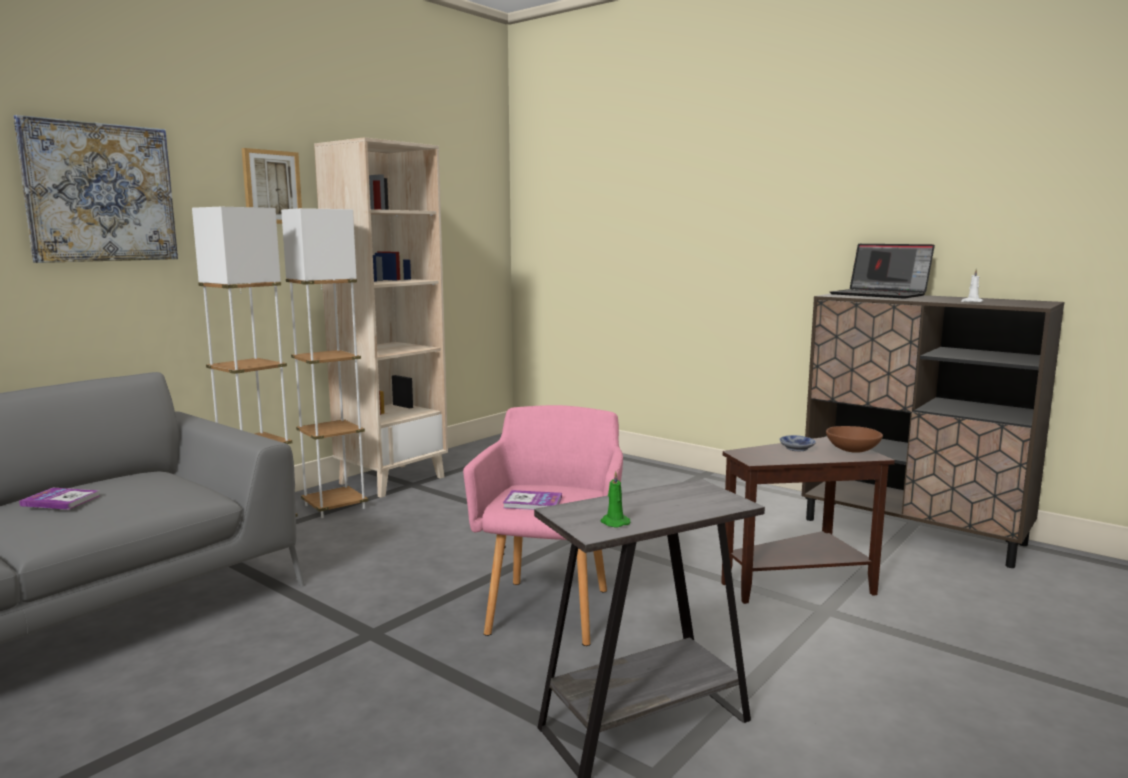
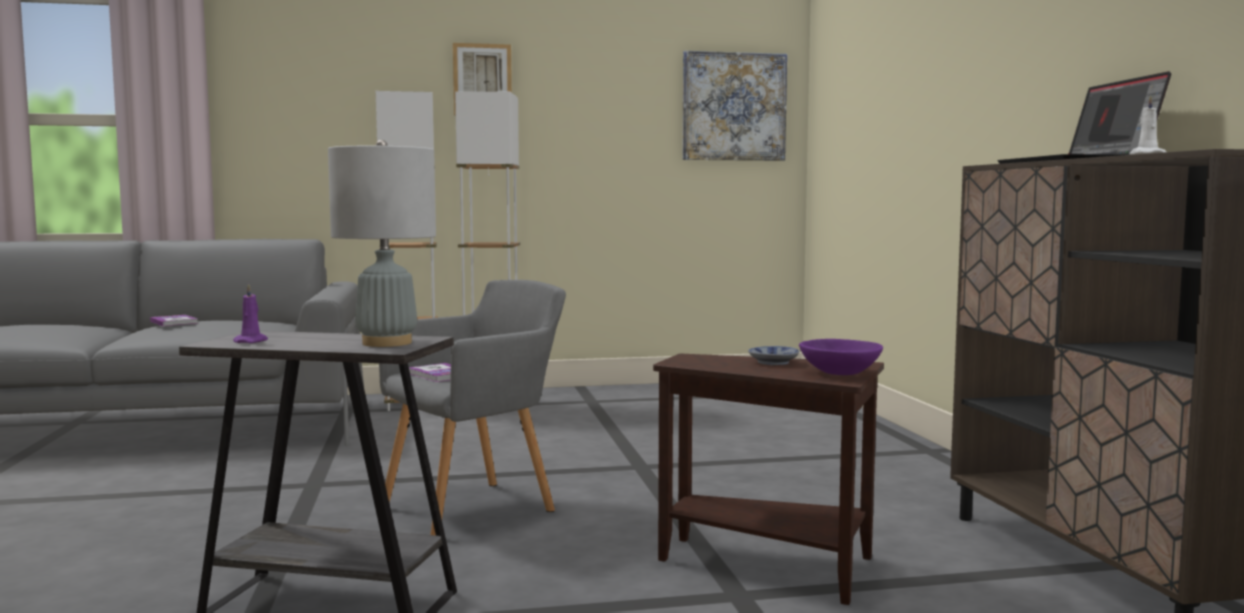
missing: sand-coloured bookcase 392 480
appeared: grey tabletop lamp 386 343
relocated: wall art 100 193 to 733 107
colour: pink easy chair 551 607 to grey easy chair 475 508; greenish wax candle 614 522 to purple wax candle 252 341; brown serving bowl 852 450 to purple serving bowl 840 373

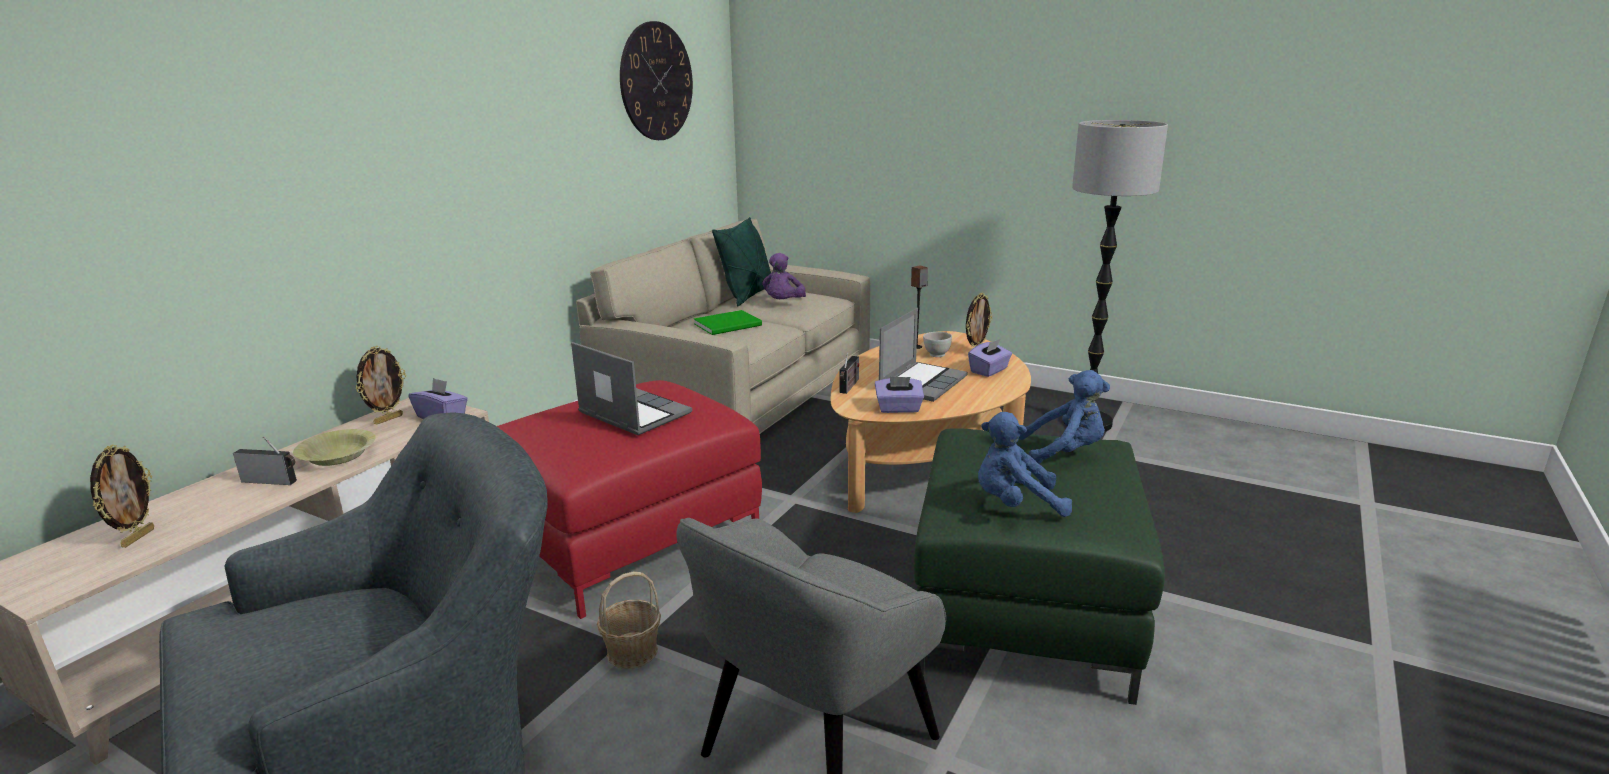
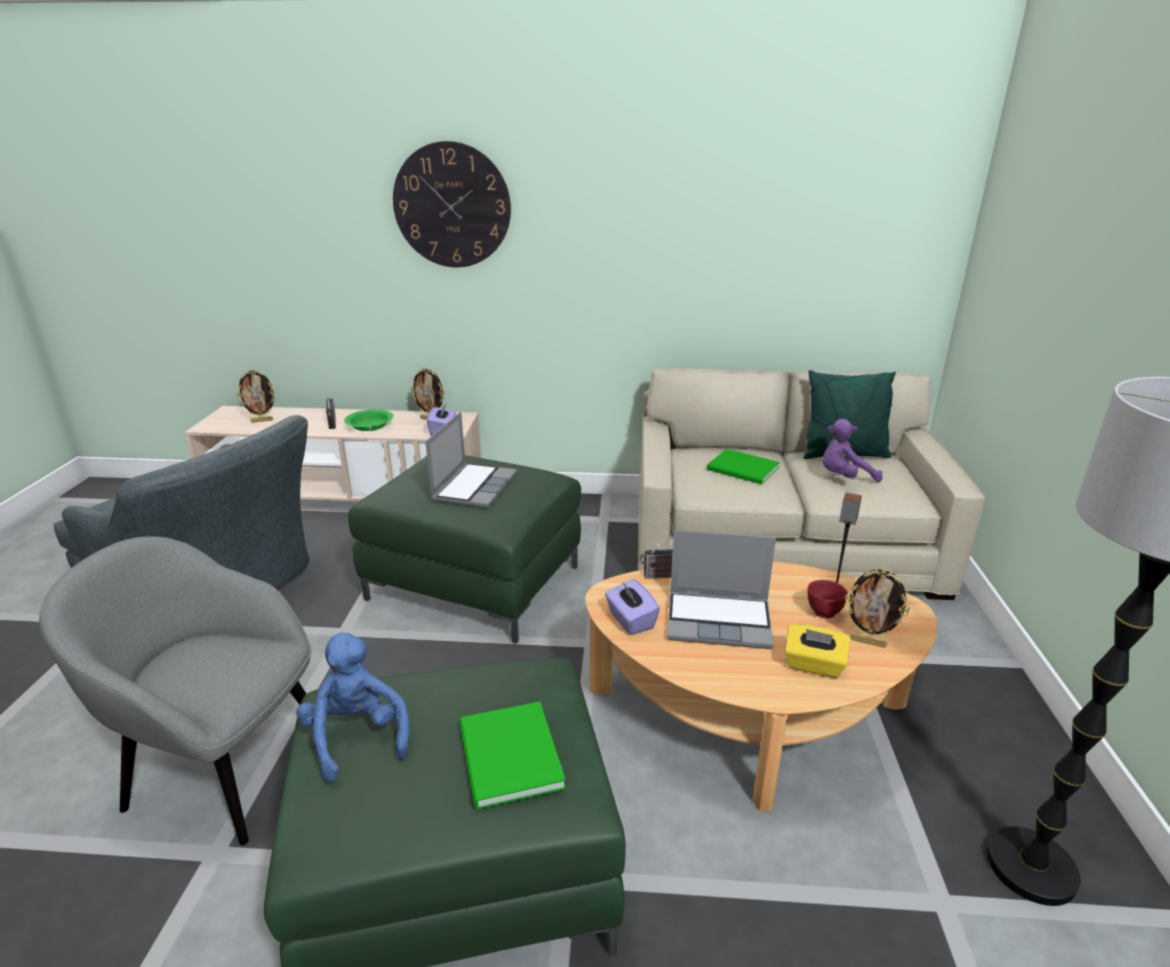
missing: household basket 632 652
relocated: hanging clock 656 82 to 452 206
exchanged: bluish plush toy 1064 453 to greenish book 508 759
colour: yellow-coloured serving bowl 338 457 to greenish serving bowl 370 426; red-coloured footrest 631 540 to greenish footrest 474 583; white-coloured serving bowl 936 355 to red-coloured serving bowl 823 612; purple tissue holder 989 370 to yellow-coloured tissue holder 813 665

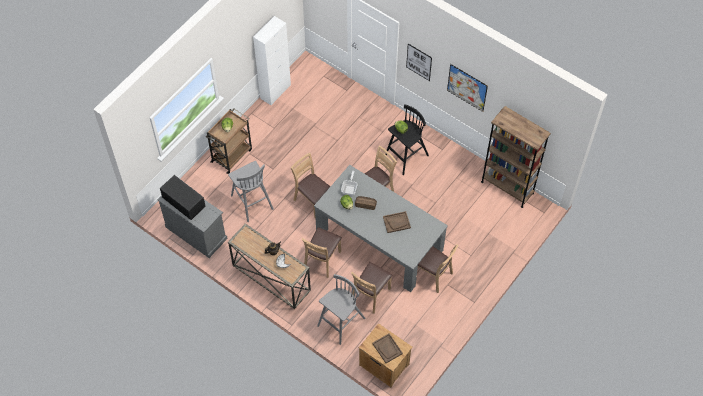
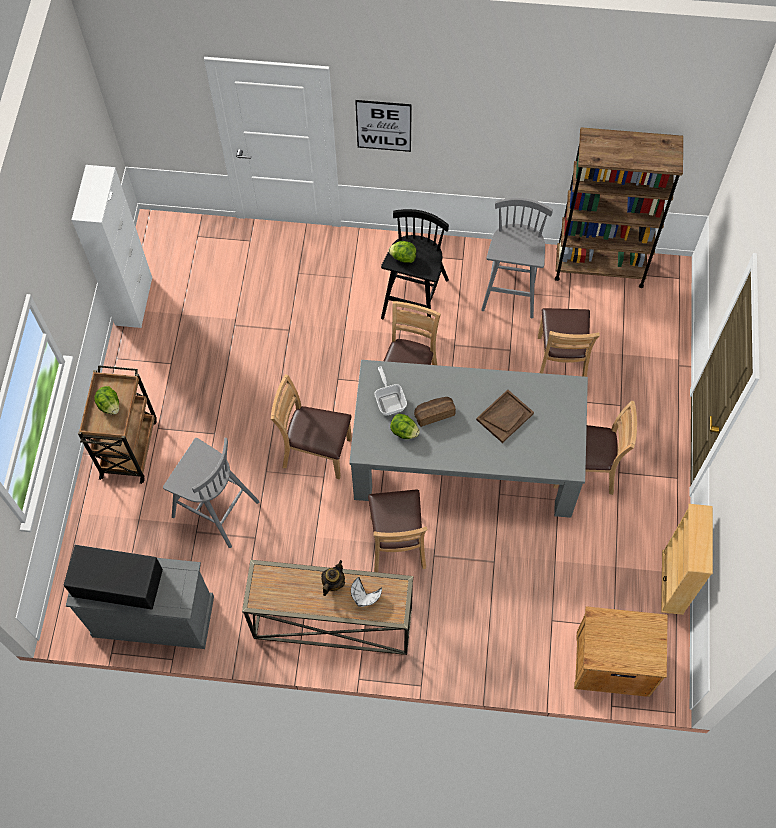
missing: brown carrying tray 387 348; wall art 467 87
appeared: sand-coloured bookcase 672 582
relocated: grey stool 340 323 to 511 289; brown chair 370 295 to 560 362

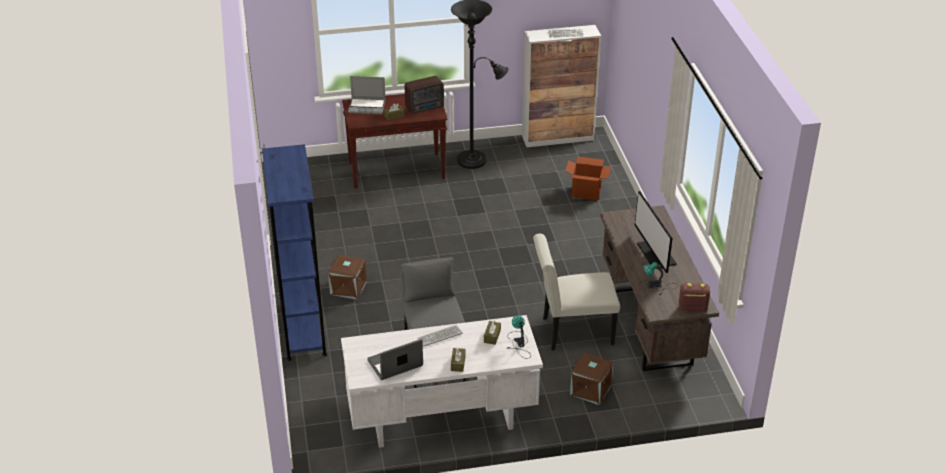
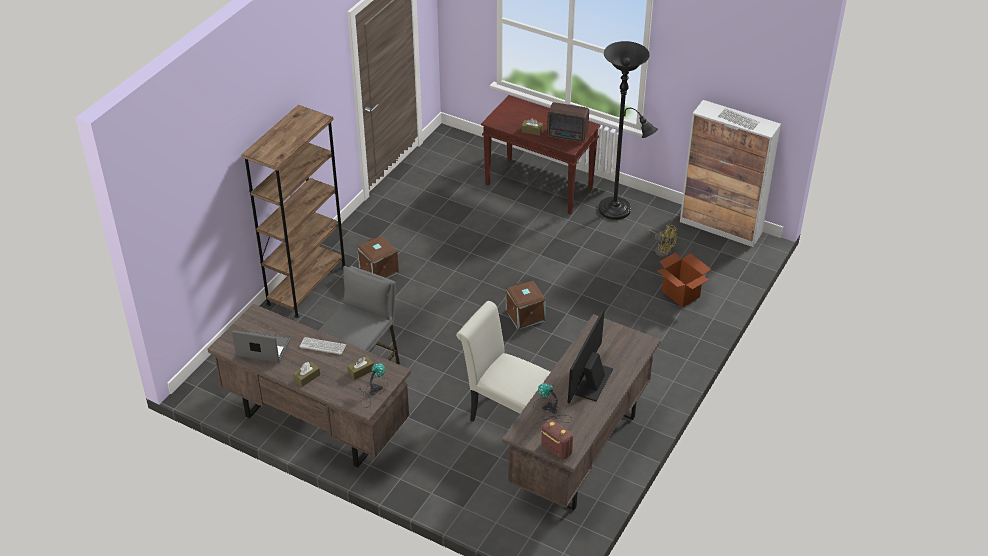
missing: portable computer 367 106
appeared: yellow-coloured fan 662 249
relocated: brown storage bin 591 389 to 526 315
colour: bluish bookcase 303 329 to brown bookcase 306 285; white-coloured desk unit 441 419 to brown desk unit 315 423

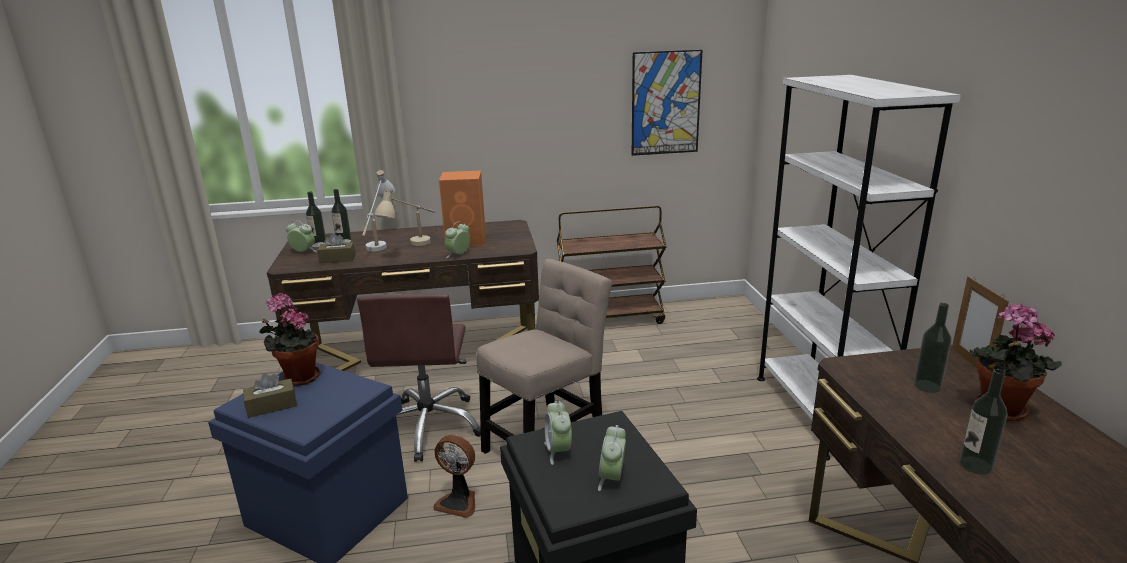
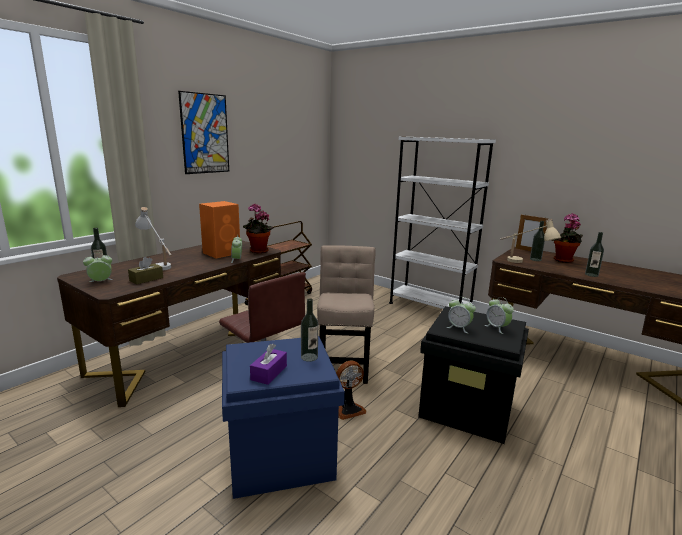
relocated: houseplant 298 377 to 257 251; bottle 344 241 to 309 357; sand-coloured tabletop lamp 412 247 to 523 263; wall art 665 103 to 205 134
colour: brown tissue holder 272 406 to purple tissue holder 269 373

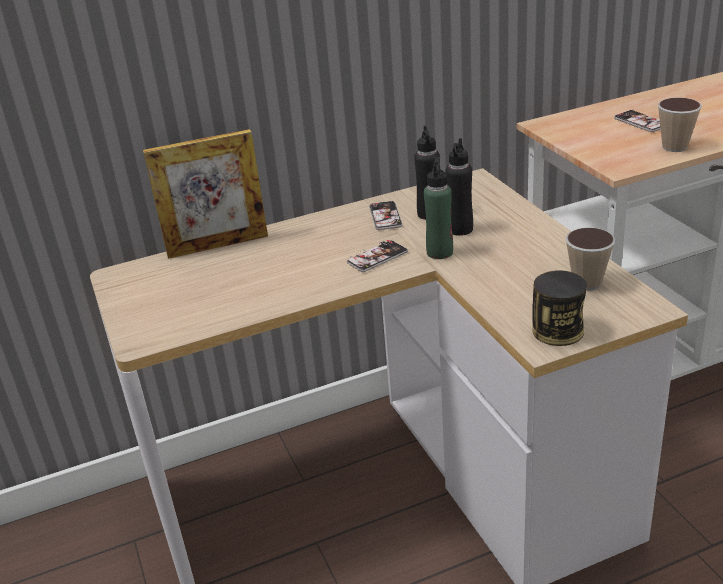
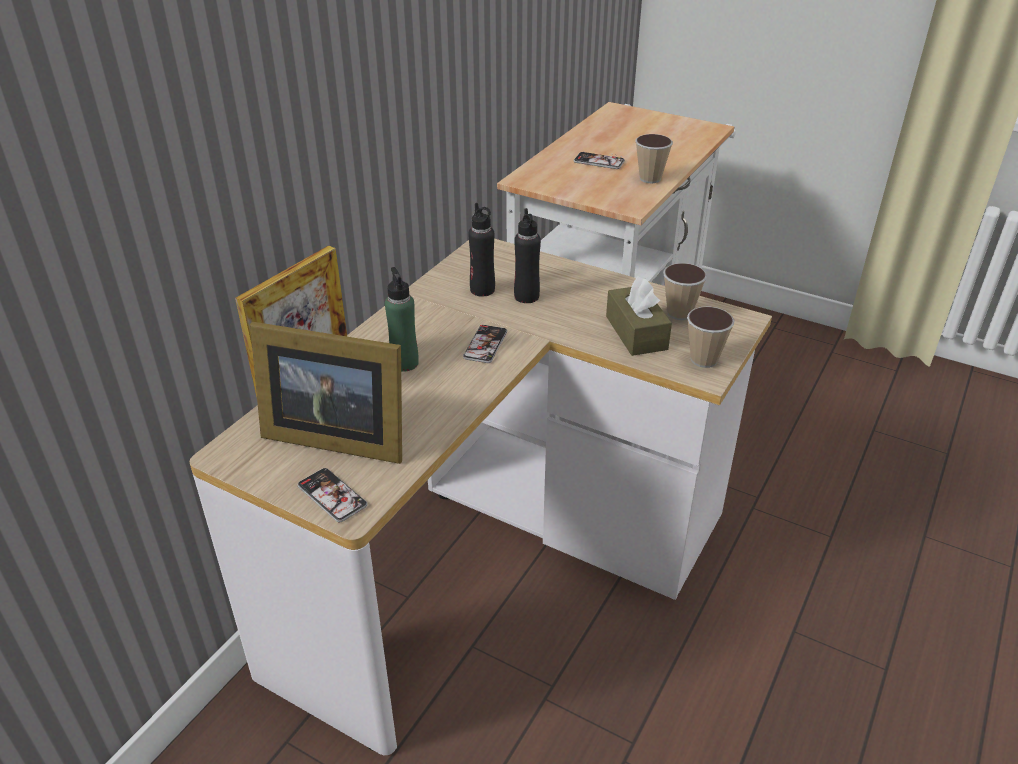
appeared: picture frame 333 436; brown tissue holder 636 333
relocated: handset 385 216 to 332 496; greenish bottle 440 252 to 404 363
exchanged: metal can 557 331 to drinking cup 704 360

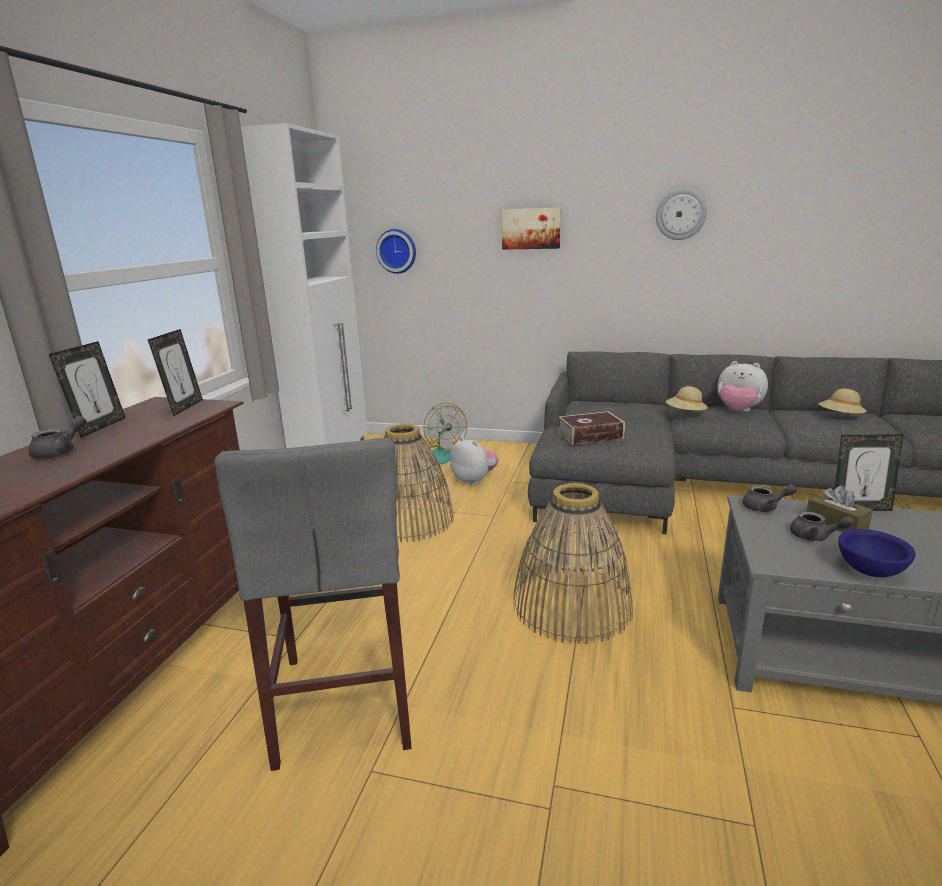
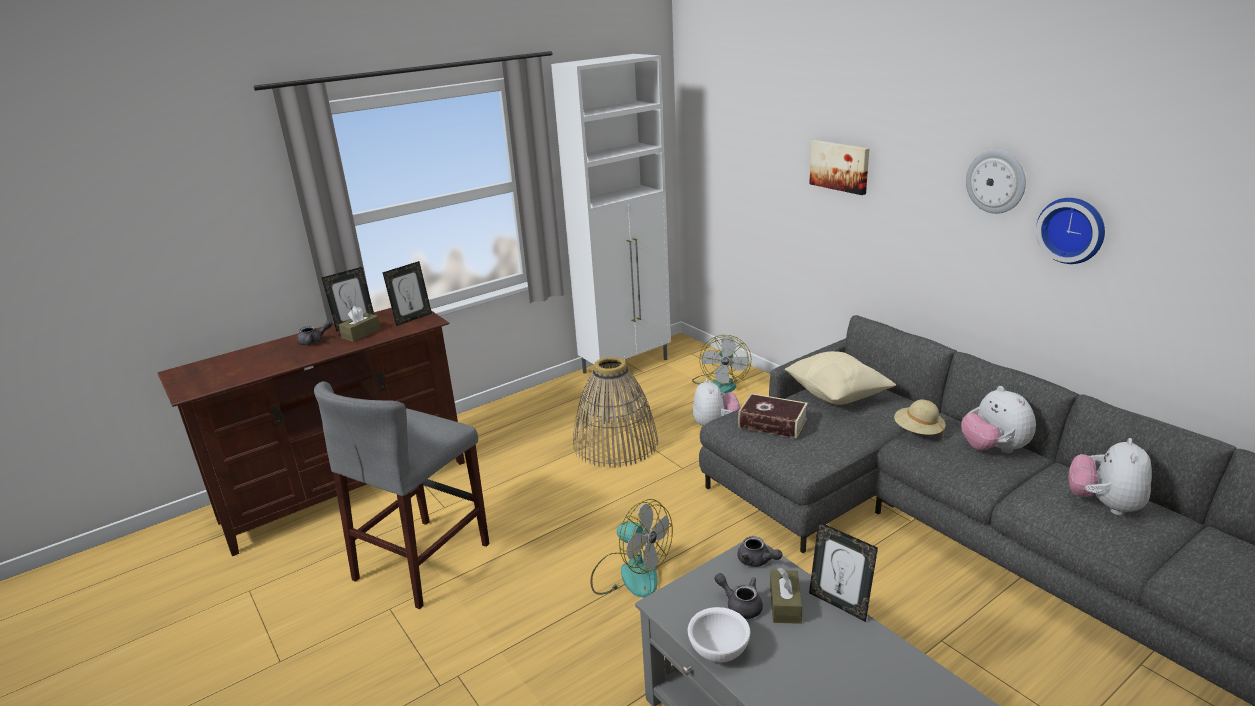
appeared: brown tissue holder 361 333; sand-coloured pillow 836 395
relocated: hanging clock 397 251 to 1072 229
exchanged: household basket 572 605 to fan 630 573; sand-coloured hat 840 417 to plush toy 1104 505
colour: bluish serving bowl 868 571 to white-coloured serving bowl 718 650
spun: grey teapot 815 537 = 740 605 150 degrees clockwise

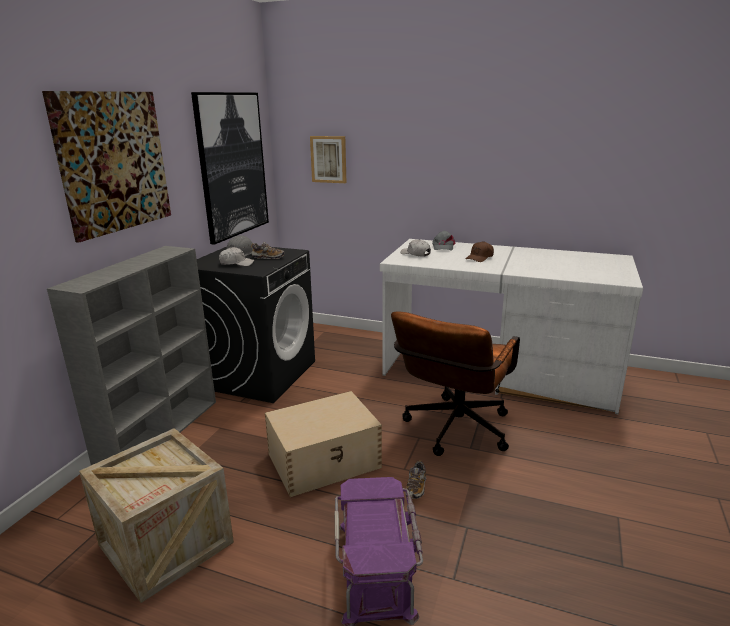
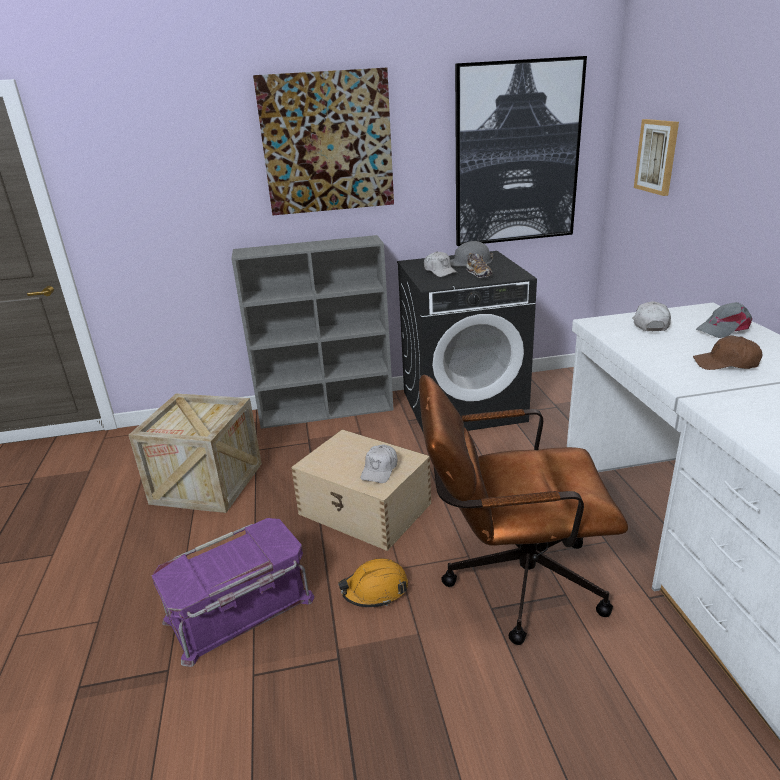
appeared: white-coloured peaked cap 379 470
exchanged: item of footwear 416 487 to orange safety helmet 375 590

